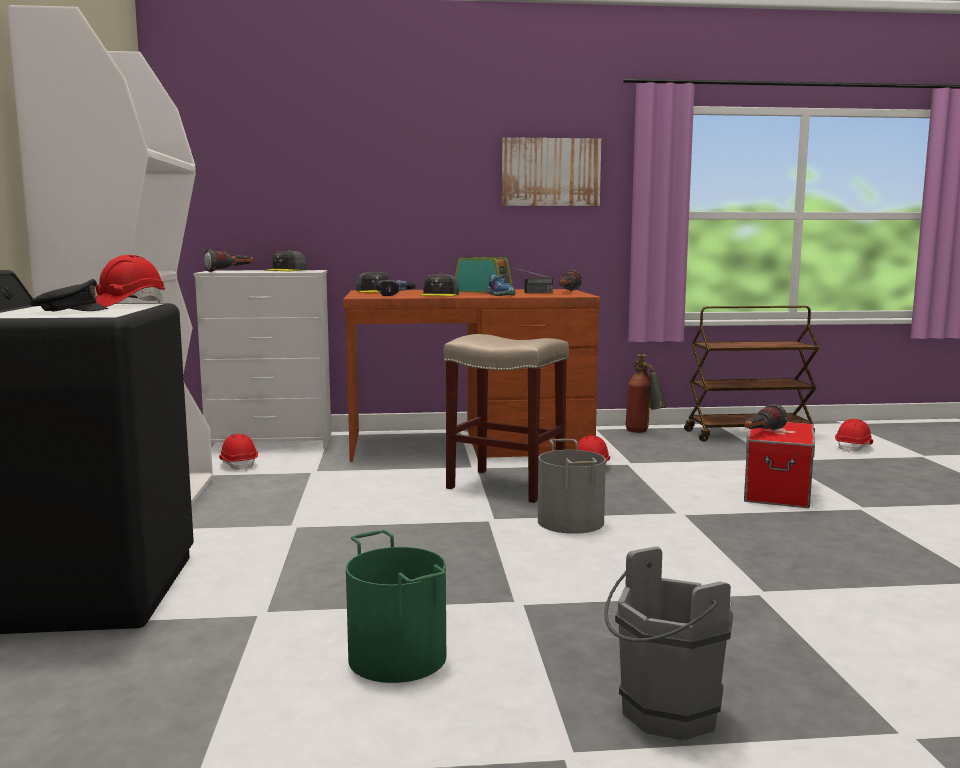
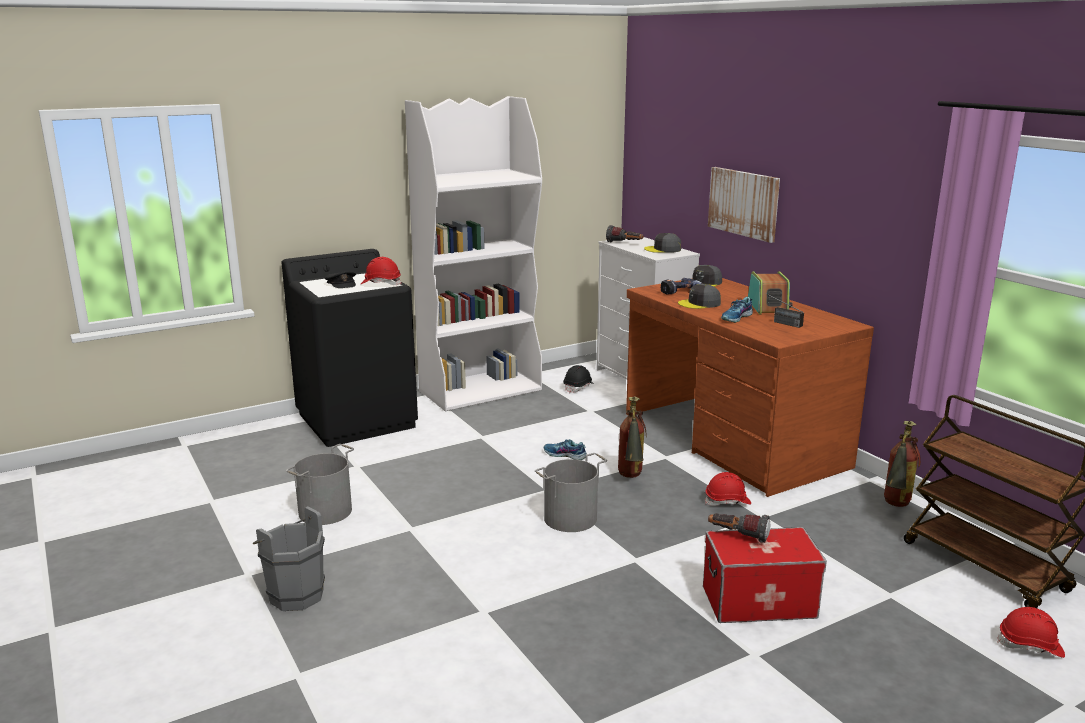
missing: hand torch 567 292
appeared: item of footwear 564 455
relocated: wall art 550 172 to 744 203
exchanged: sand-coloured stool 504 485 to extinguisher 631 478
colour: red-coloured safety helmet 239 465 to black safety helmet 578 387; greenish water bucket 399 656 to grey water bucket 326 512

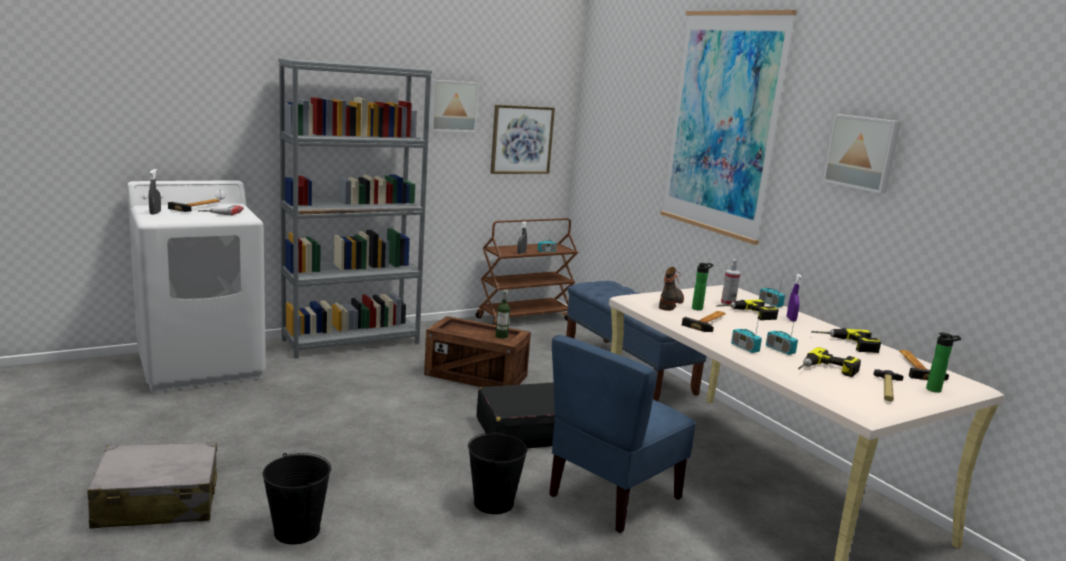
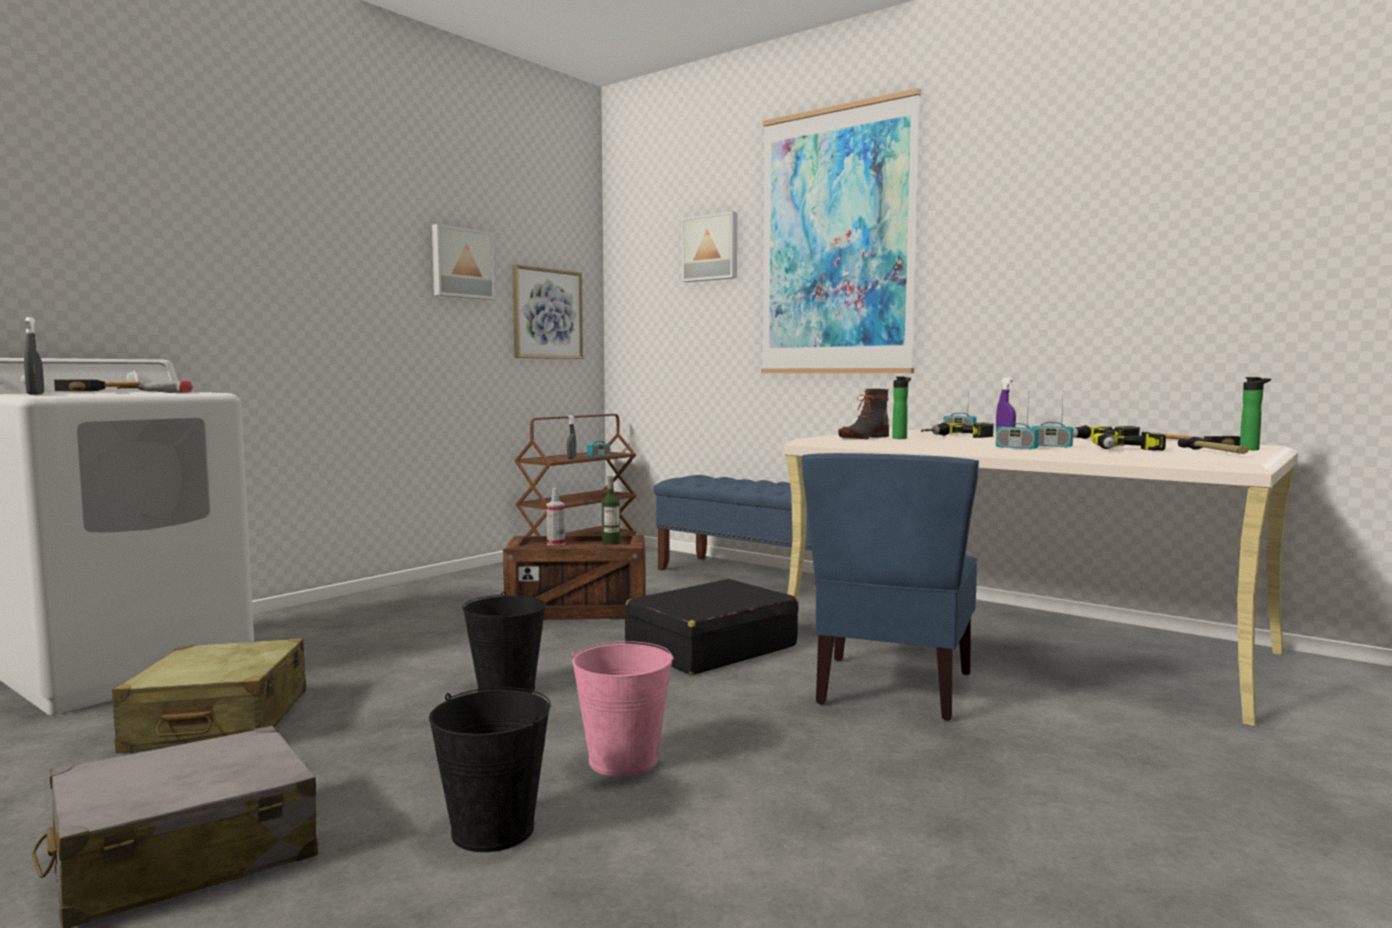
missing: grey bookcase 351 341; hand hammer 709 322
appeared: sand-coloured travel case 219 723; pink water bucket 623 761
relocated: black water bucket 494 502 to 507 689; sprayer 728 303 to 556 544; wall art 862 152 to 711 248
spun: tall boot 671 302 = 863 437 135 degrees counterclockwise

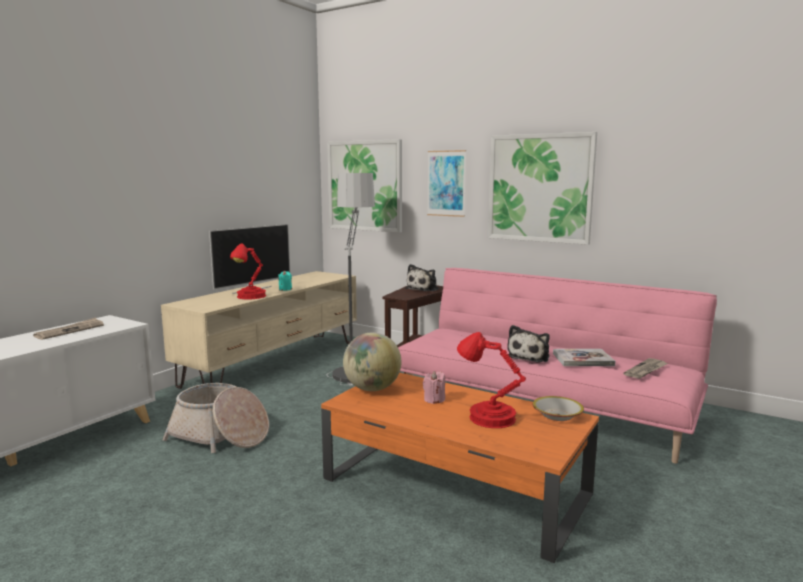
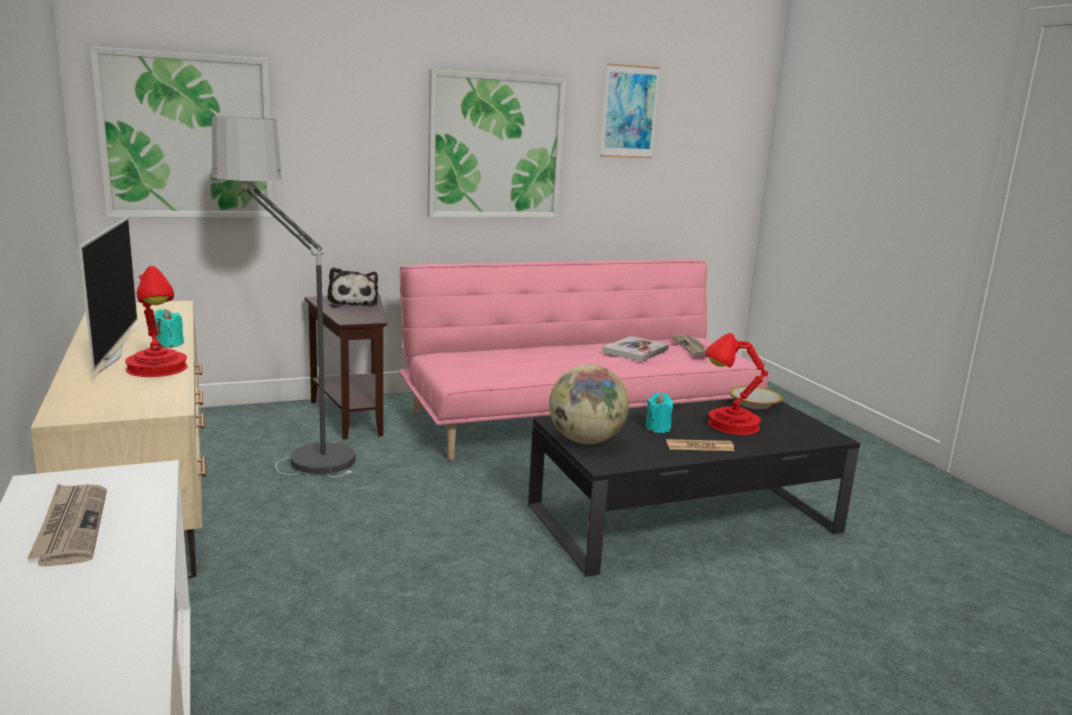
missing: household basket 220 436; plush toy 529 356
appeared: newspaper 699 446
relocated: wall art 446 183 to 629 112
colour: orange lounge table 456 486 to black lounge table 685 518; pink wax candle 434 400 to blue-green wax candle 657 428

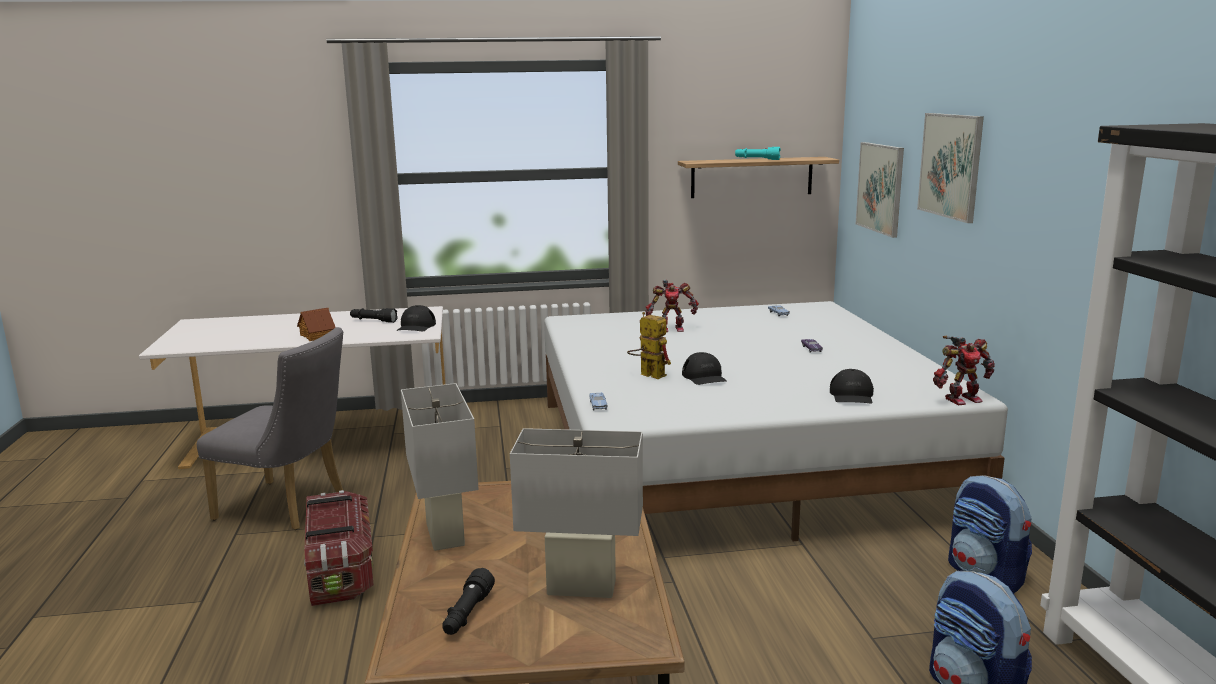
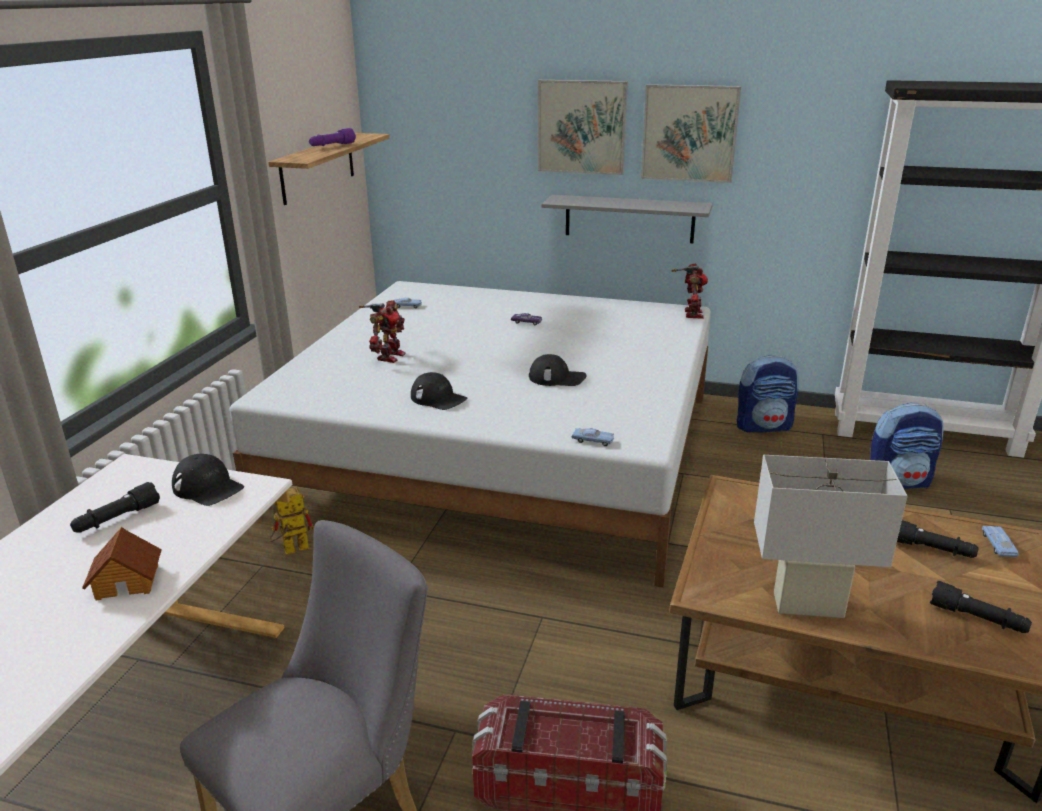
appeared: grey shelf 629 218; bluish toy car 998 546
relocated: model robot 647 375 to 290 550; black peaked cap 852 395 to 438 398; wall art 880 188 to 689 133
exchanged: white-coloured tabletop lamp 581 587 to black hand torch 931 549
colour: blue-green hand torch 757 159 to purple hand torch 332 146

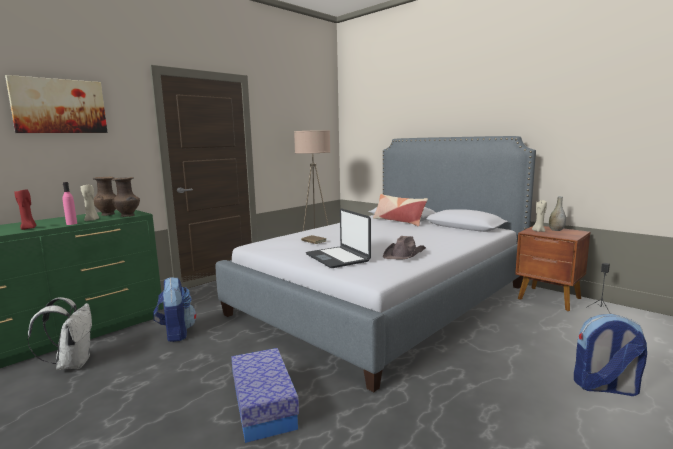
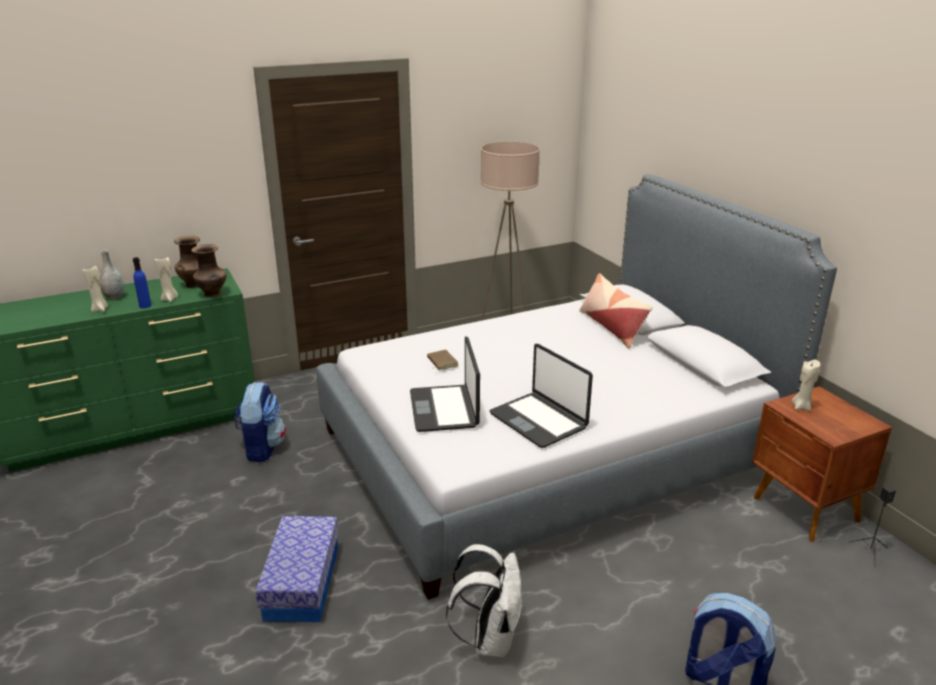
missing: wall art 59 106
relocated: white-coloured backpack 72 364 to 490 638; grey flower vase 556 230 to 115 297
exchanged: brown hat 404 254 to portable computer 539 420
colour: red-coloured wax candle 29 228 to sand-coloured wax candle 100 309; pink bottle 71 224 to bluish bottle 145 306

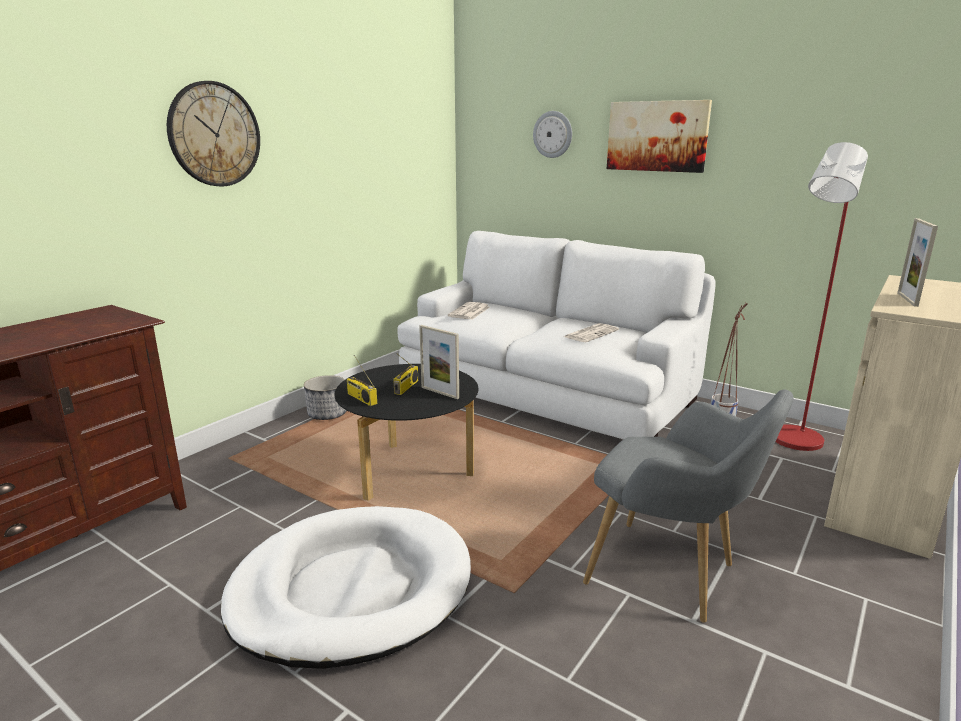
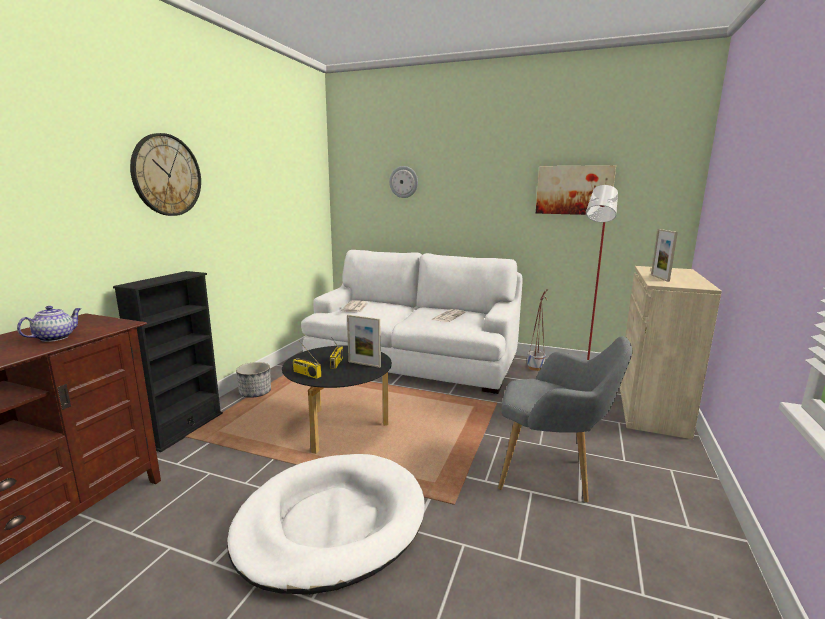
appeared: teapot 55 338; black bookcase 184 429
relocated: wall art 657 136 to 574 190

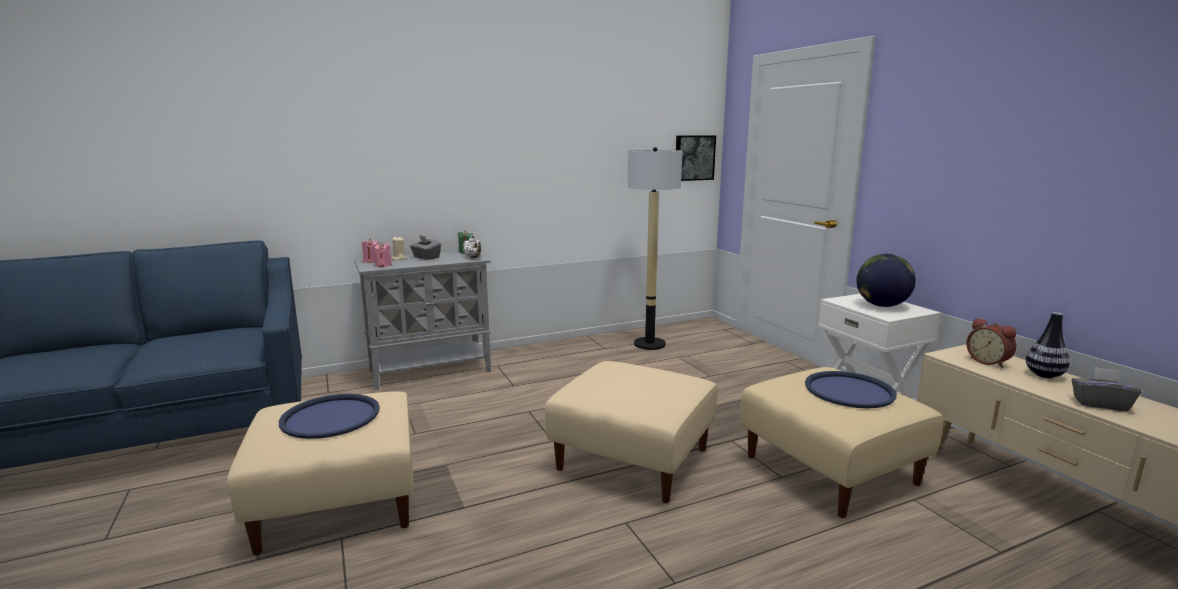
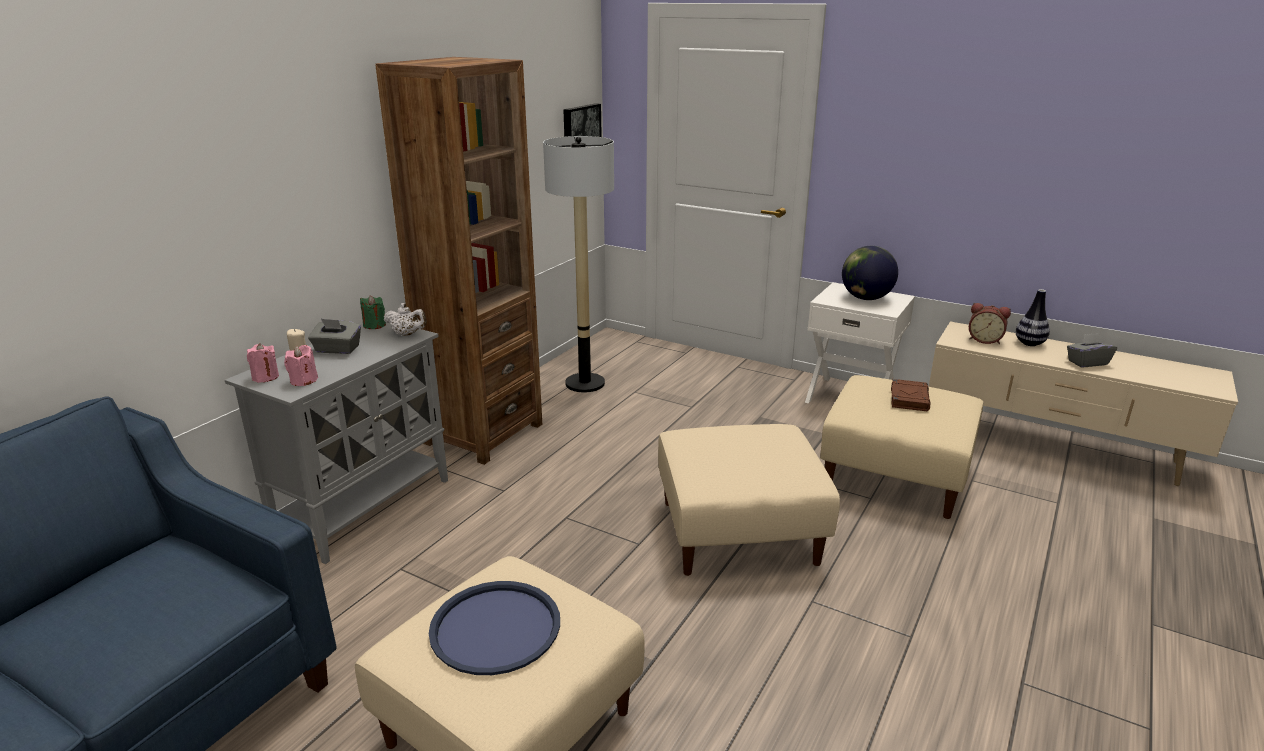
appeared: brown bookcase 483 433
exchanged: bluish carrying tray 849 391 to brown book 909 398

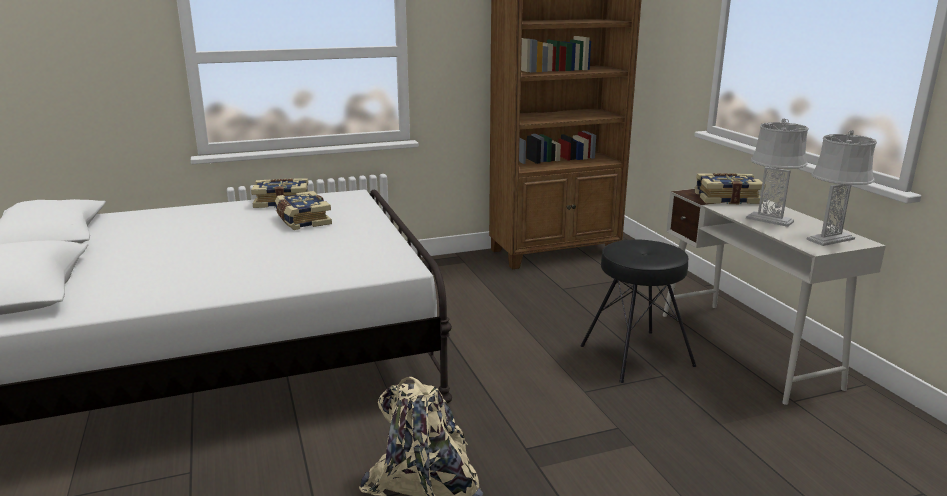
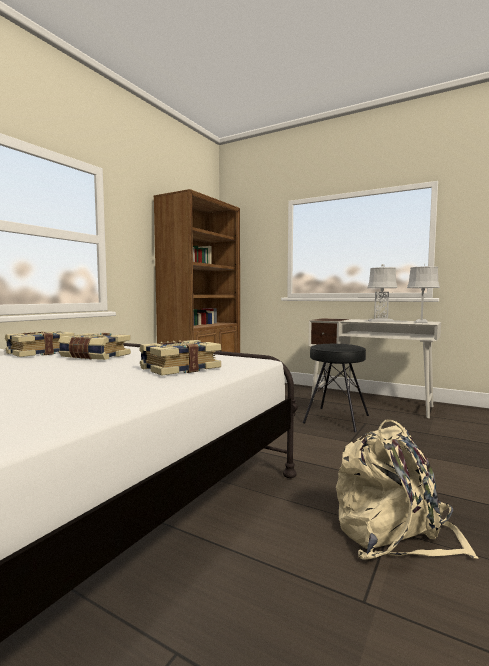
relocated: book 726 198 to 179 369

